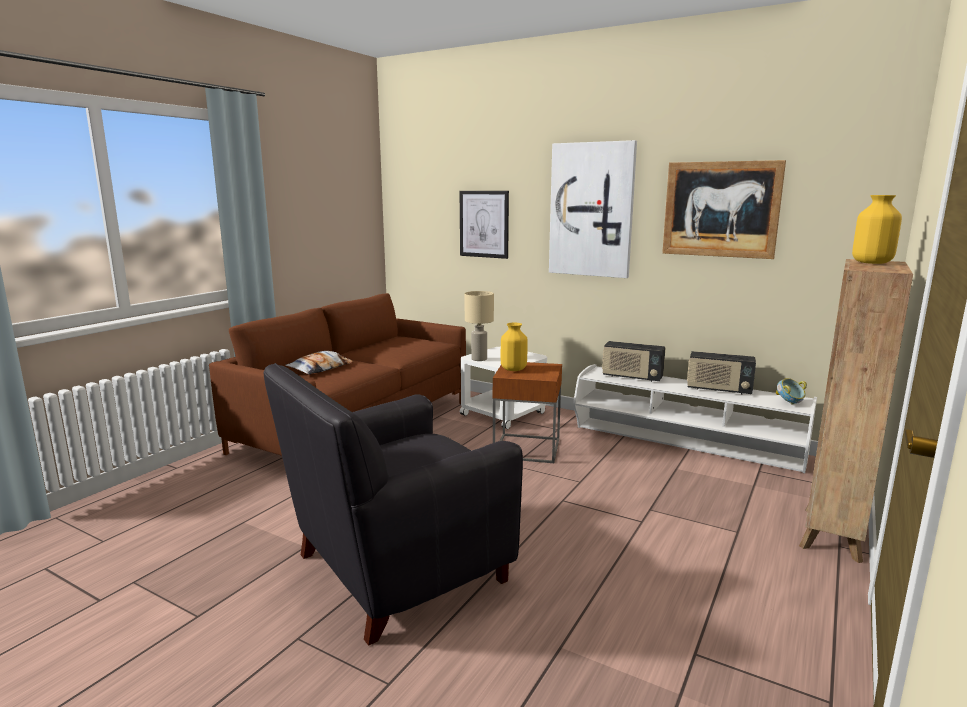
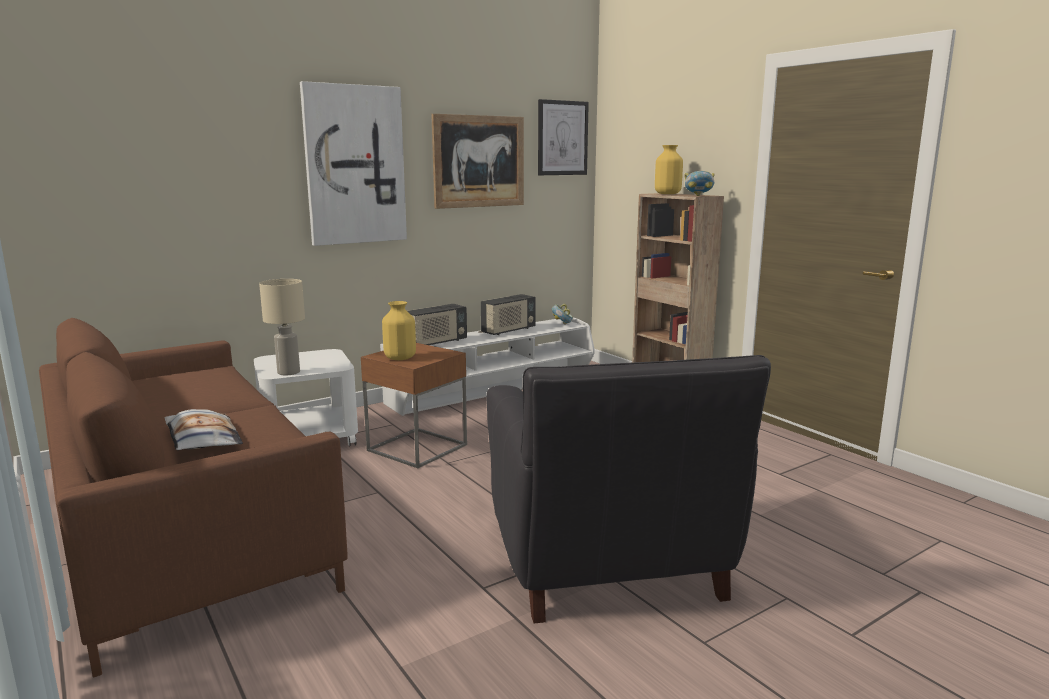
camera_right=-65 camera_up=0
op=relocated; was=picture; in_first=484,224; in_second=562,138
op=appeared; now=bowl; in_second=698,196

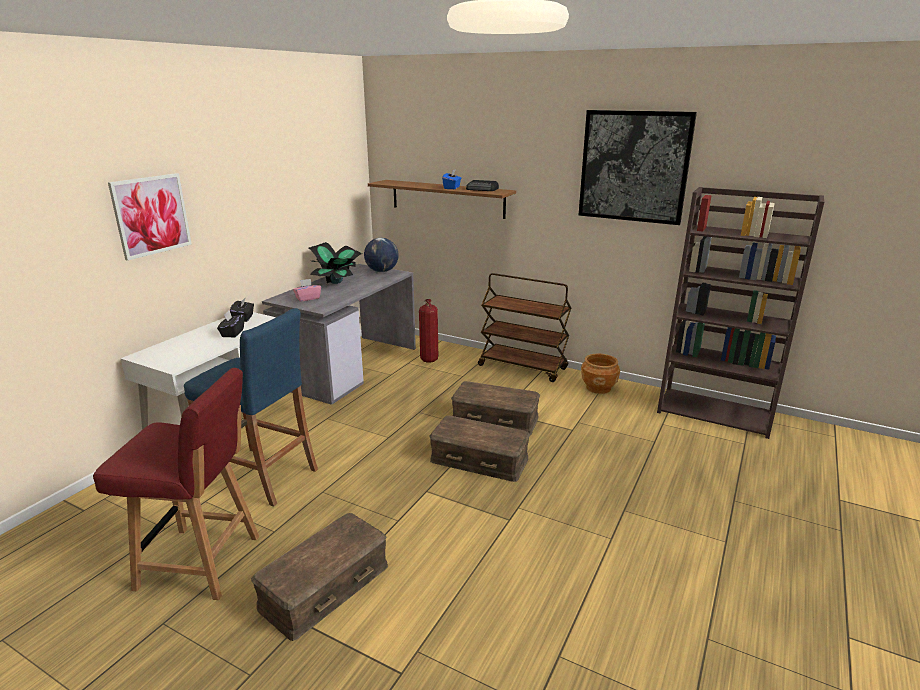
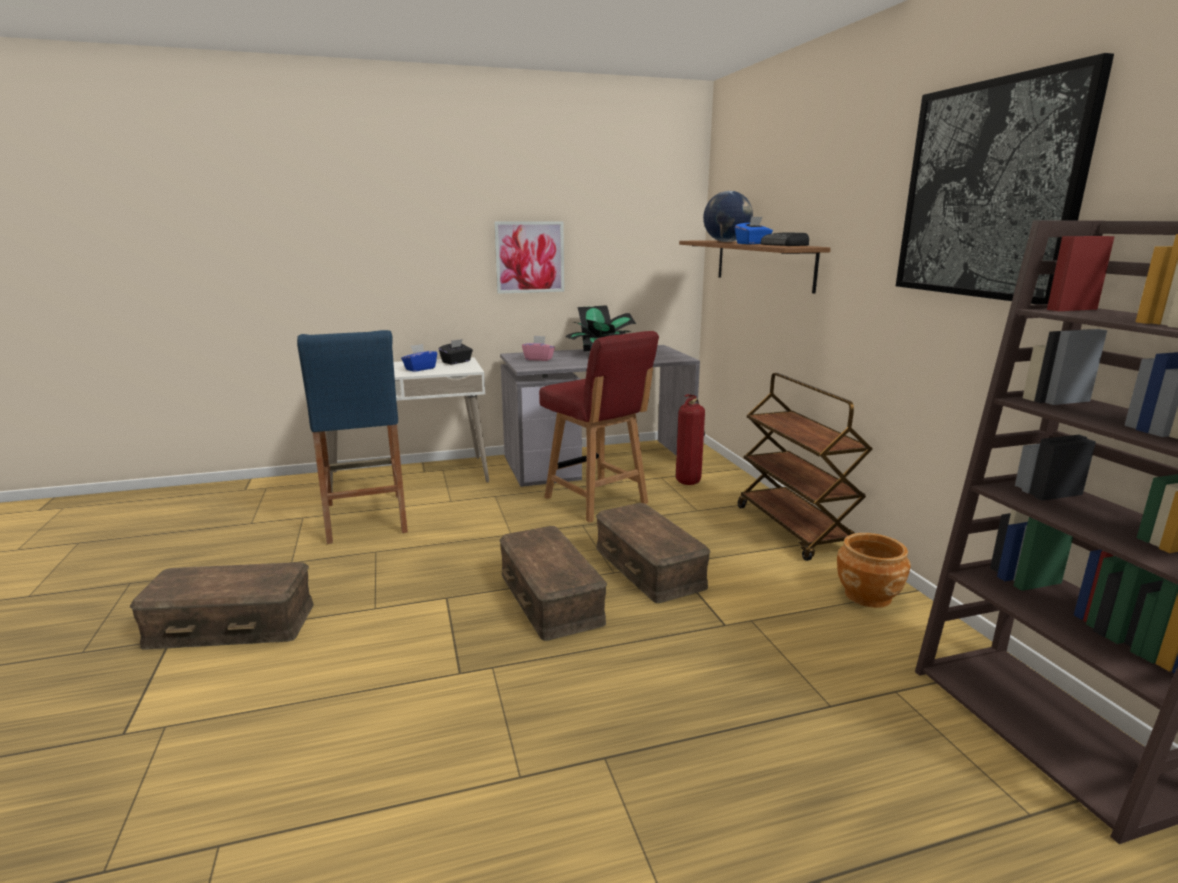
camera_right=45 camera_up=-5
op=relocated; was=red_chair; in_first=202,563; in_second=597,501
op=relocated; was=picture; in_first=151,215; in_second=529,257
op=colour; was=black_tissue_box; now=blue_tissue_box; in_first=232,333; in_second=420,369
op=relocated; was=globe; in_first=382,271; in_second=726,242

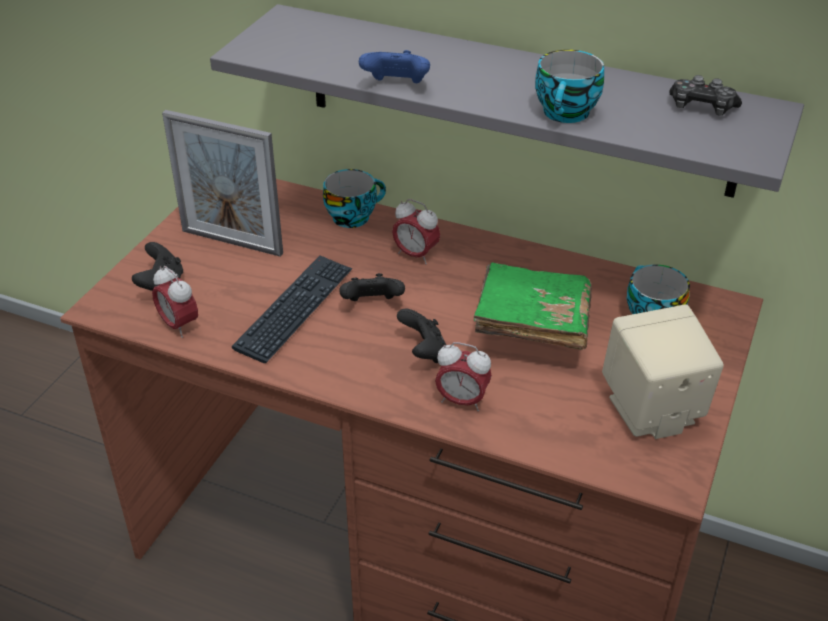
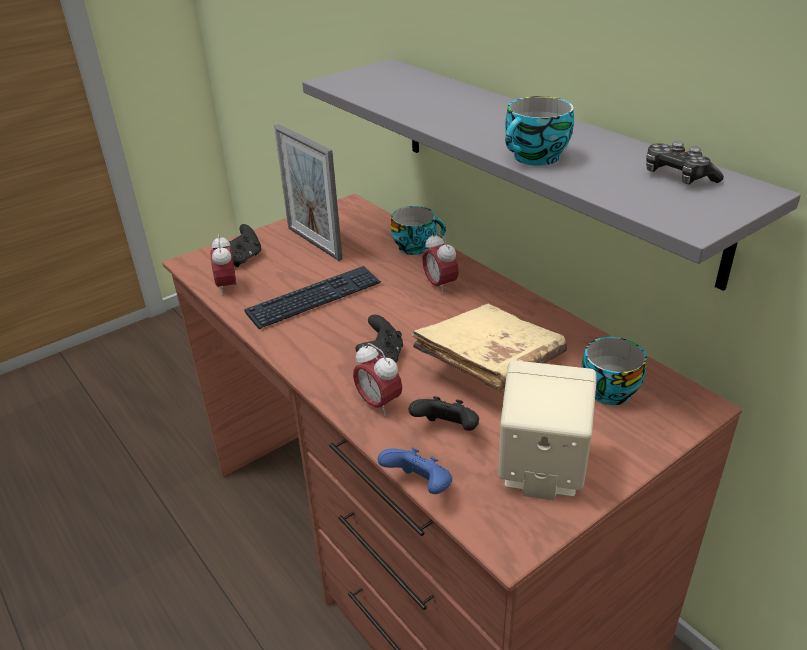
camera_right=30 camera_up=-5
op=relocated; was=black_game_controller; in_first=372,304; in_second=447,430
op=relocated; was=blue_game_controller; in_first=396,86; in_second=419,486
op=colour; was=green_book; now=beige_book; in_first=531,325; in_second=490,363

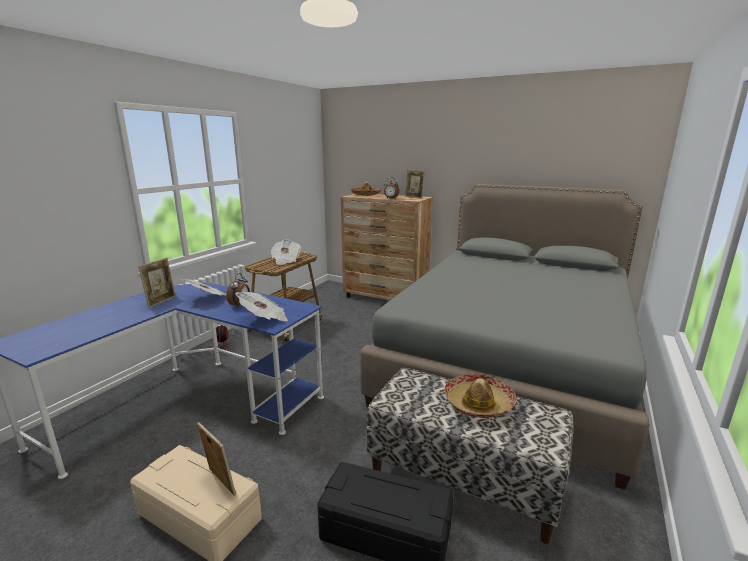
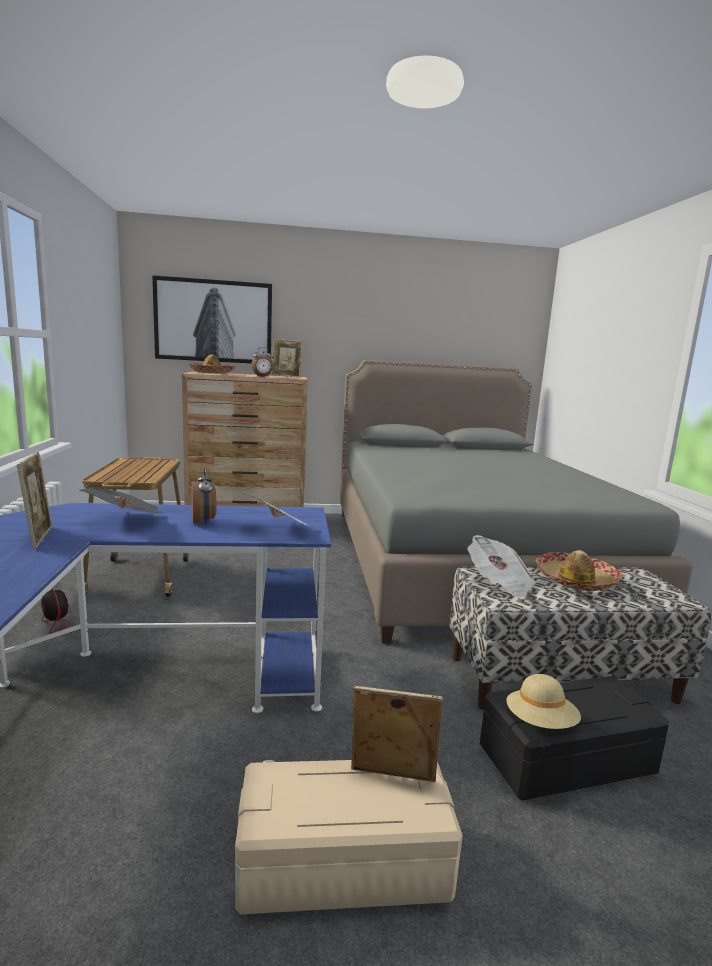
camera_right=-35 camera_up=-5
op=relocated; was=newspaper; in_first=285,260; in_second=499,584
op=appeared; now=picture; in_second=213,321
op=appeared; now=beige_hat; in_second=540,723

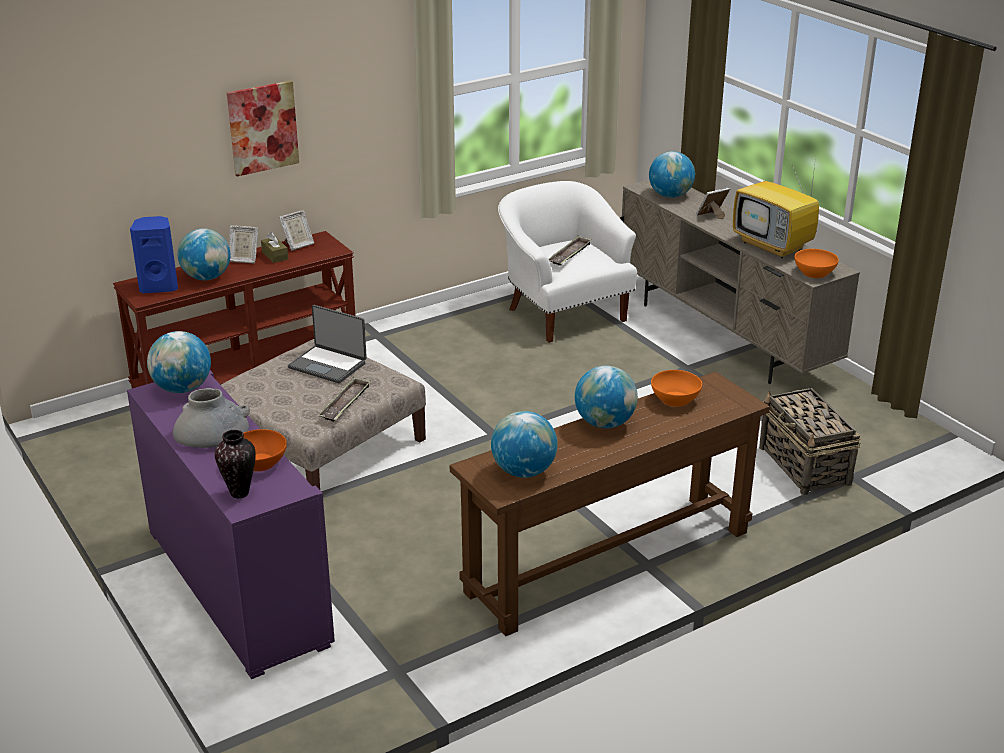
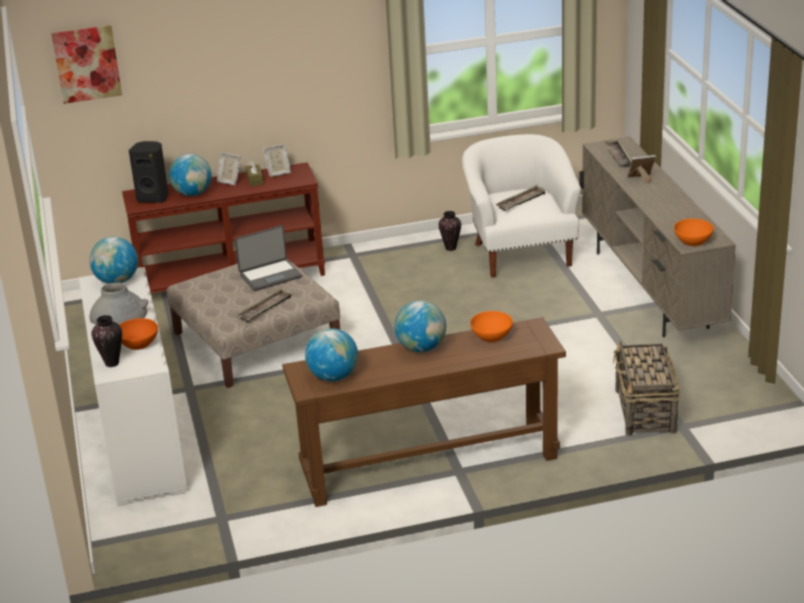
camera_right=20 camera_up=0
op=colour; was=purple_cabinet; now=white_cabinet; in_first=237,586; in_second=141,439
op=colour; was=blue_speaker; now=black_speaker; in_first=159,286; in_second=154,198
op=relocated; was=picture; in_first=262,127; in_second=87,63
op=spun; was=laptop; in_first=328,365; in_second=270,275; clockwise=-75
op=exchanged; was=globe; now=tray; in_first=670,195; in_second=618,156
op=missing; was=television; in_first=774,246
op=appeared; now=vase; in_second=451,248

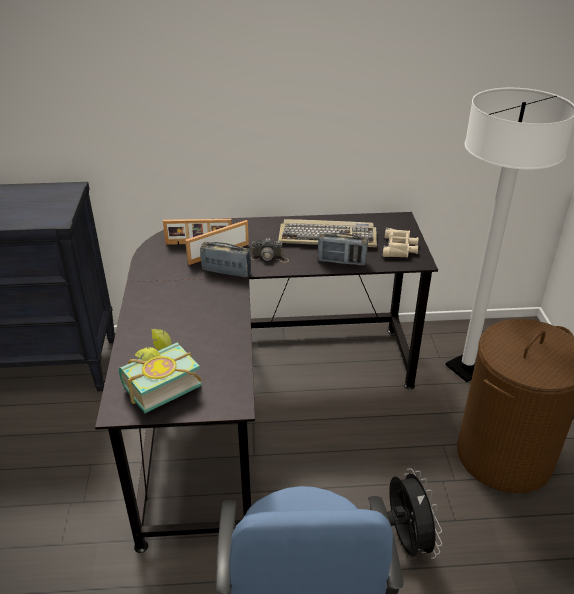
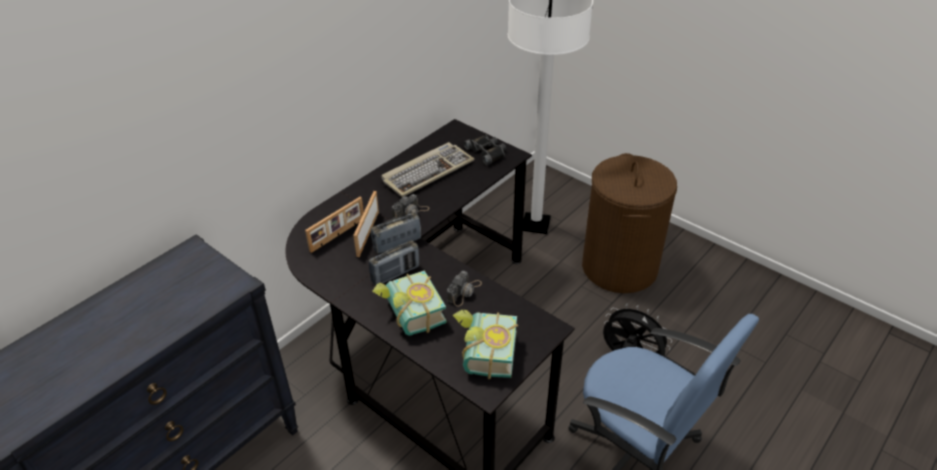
camera_right=-45 camera_up=5
op=relocated; was=radio; in_first=341,261; in_second=395,274
op=colour; was=beige_binoculars; now=black_binoculars; in_first=399,248; in_second=487,152
op=appeared; now=book; in_second=409,316
op=appeared; now=photo_camera; in_second=464,291

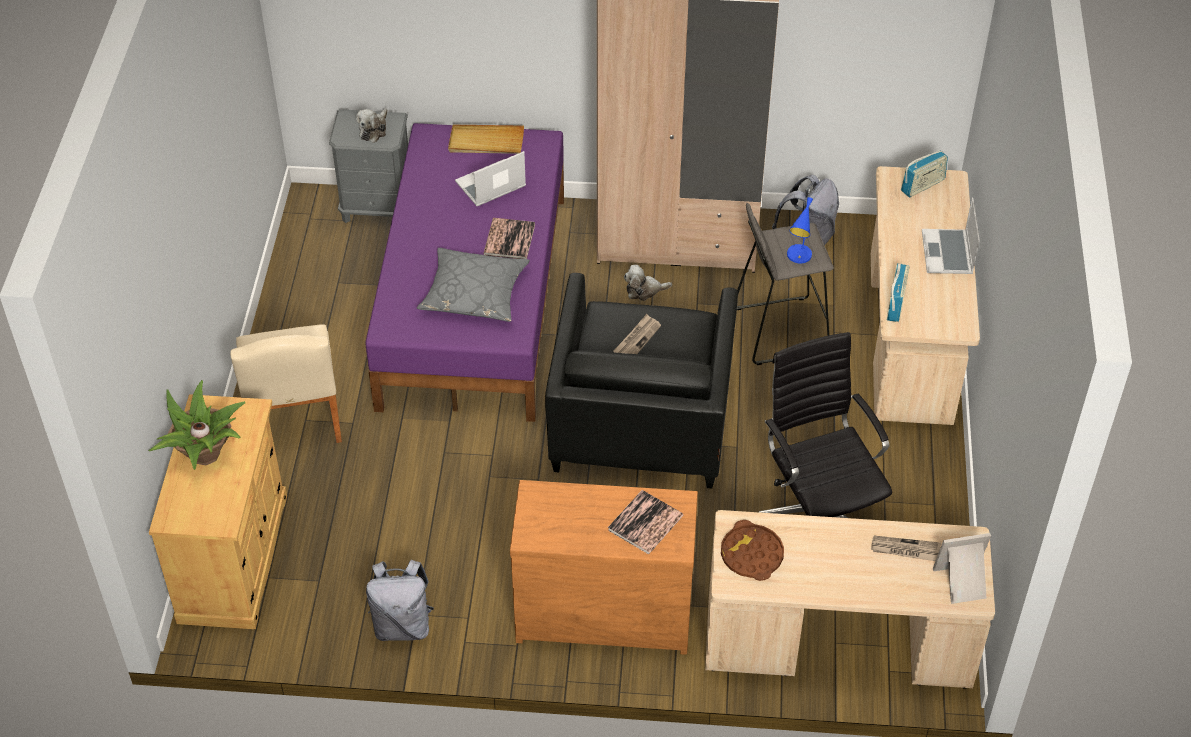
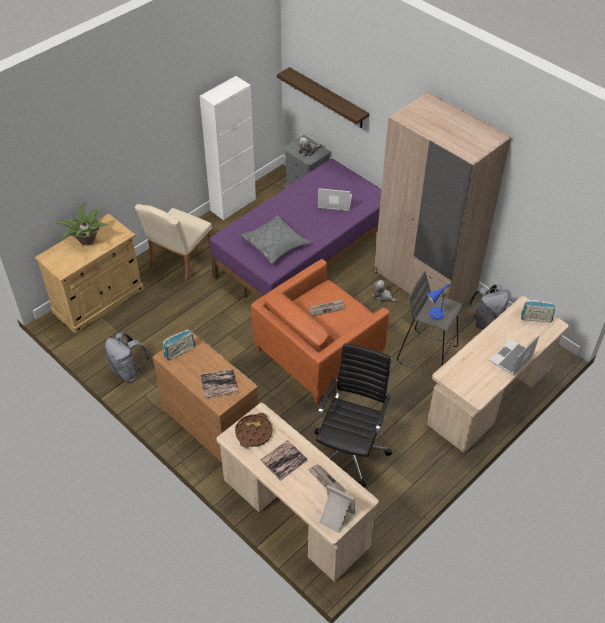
camera_right=40 camera_up=0
op=missing; was=beige_tray; in_first=486,142
op=relocated; was=book; in_first=509,239; in_second=284,460
op=colour; was=black_armchair; now=orange_armchair; in_first=641,419; in_second=319,352
op=relocated; was=radio; in_first=895,304; in_second=179,351
op=appeared; now=white_cabinet; in_second=233,205
op=appeared; now=shelf; in_second=328,98

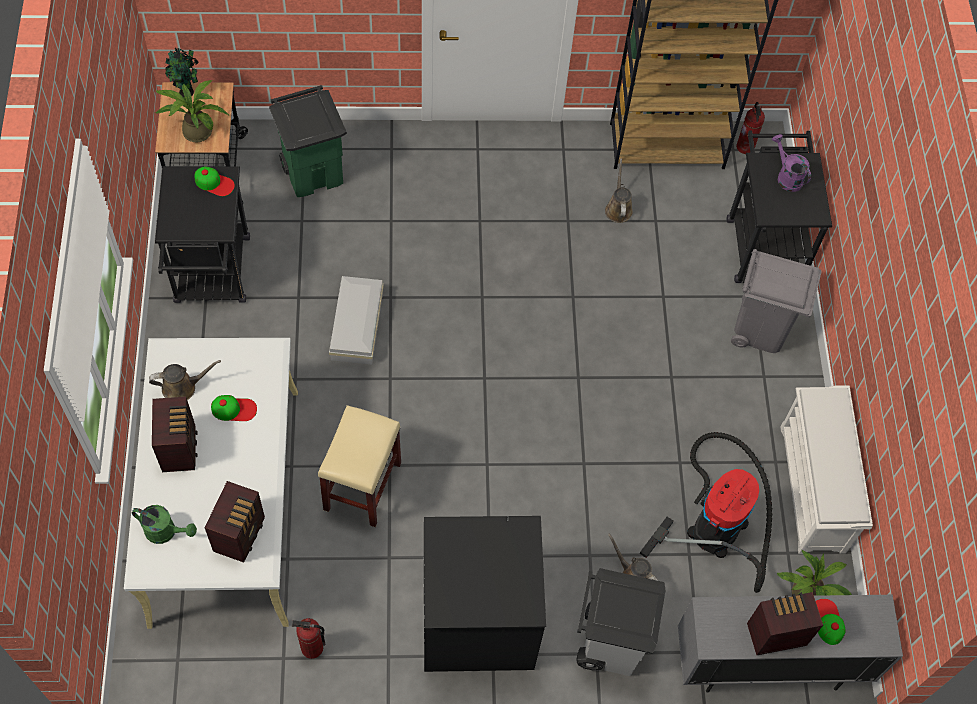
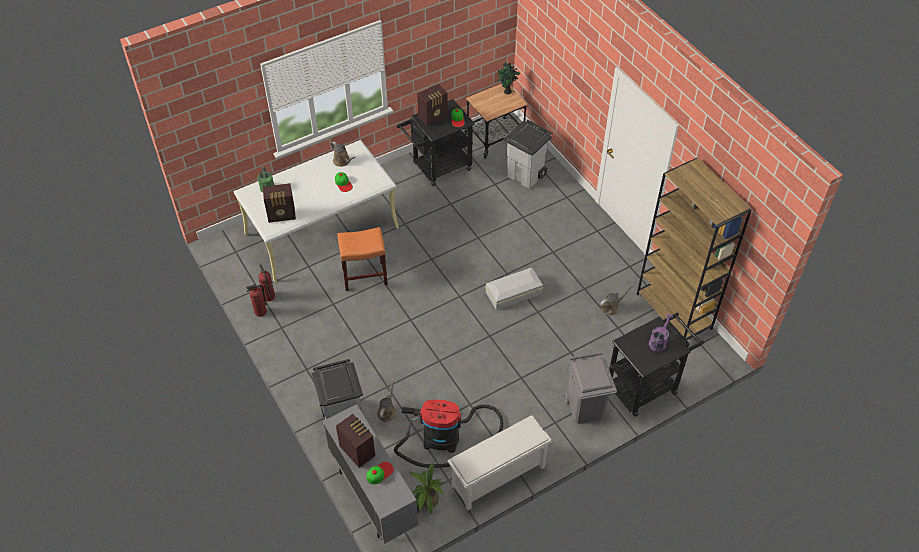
camera_right=65 camera_up=-10
op=relocated; was=radio; in_first=180,447; in_second=433,117
op=missing; was=potted_plant; in_first=194,130
op=colour; was=green_trash_can; now=grey_trash_can; in_first=314,173; in_second=526,175
op=colour; was=beige_stool; now=orange_stool; in_first=362,487; in_second=364,276
op=relocated; was=white_storage_box; in_first=356,327; in_second=512,292
op=missing; was=black_washing_machine; in_first=477,620
op=relocated; was=fire_extinguisher; in_first=745,147; in_second=260,312

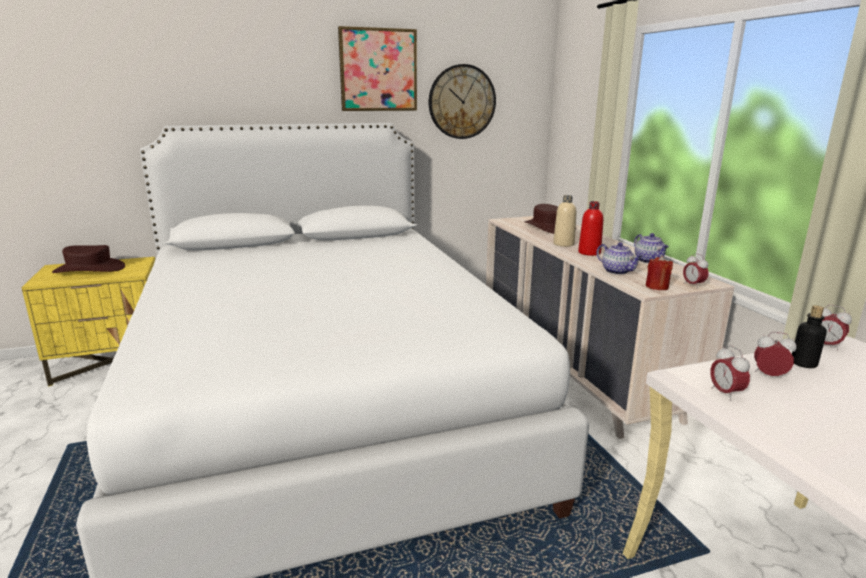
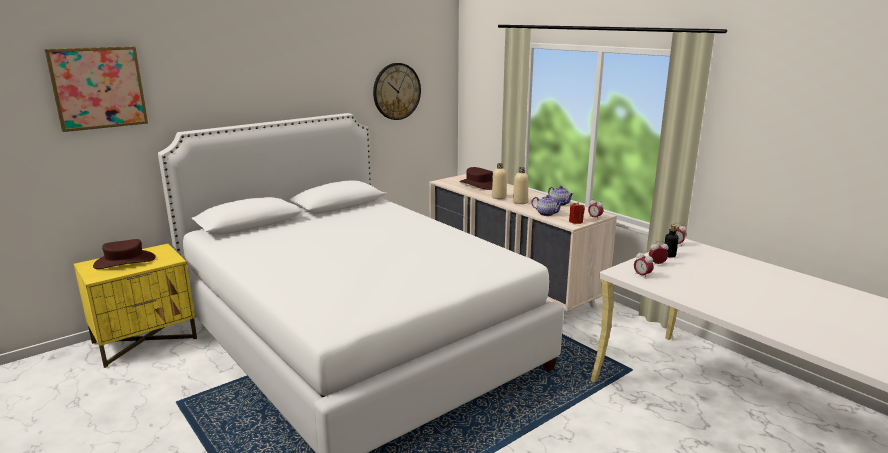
camera_right=-20 camera_up=0
op=relocated; was=picture; in_first=378,70; in_second=98,88
op=colour; was=red_bottle; now=beige_bottle; in_first=589,253; in_second=520,202

